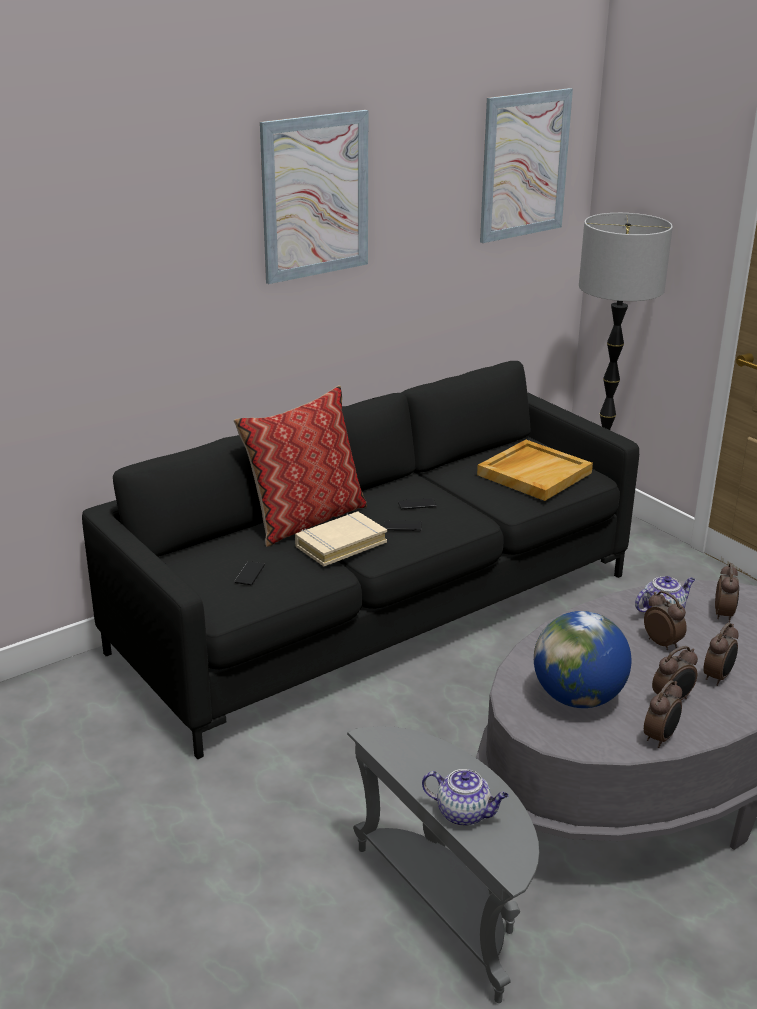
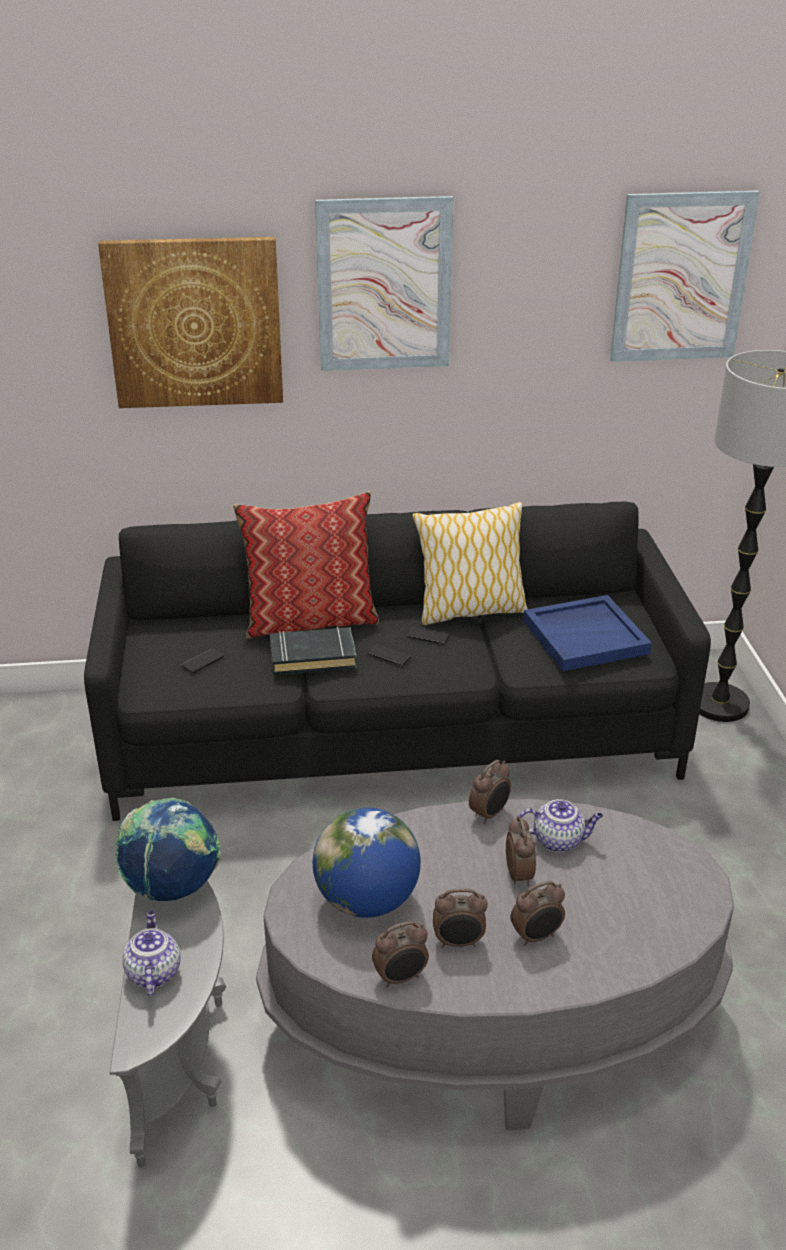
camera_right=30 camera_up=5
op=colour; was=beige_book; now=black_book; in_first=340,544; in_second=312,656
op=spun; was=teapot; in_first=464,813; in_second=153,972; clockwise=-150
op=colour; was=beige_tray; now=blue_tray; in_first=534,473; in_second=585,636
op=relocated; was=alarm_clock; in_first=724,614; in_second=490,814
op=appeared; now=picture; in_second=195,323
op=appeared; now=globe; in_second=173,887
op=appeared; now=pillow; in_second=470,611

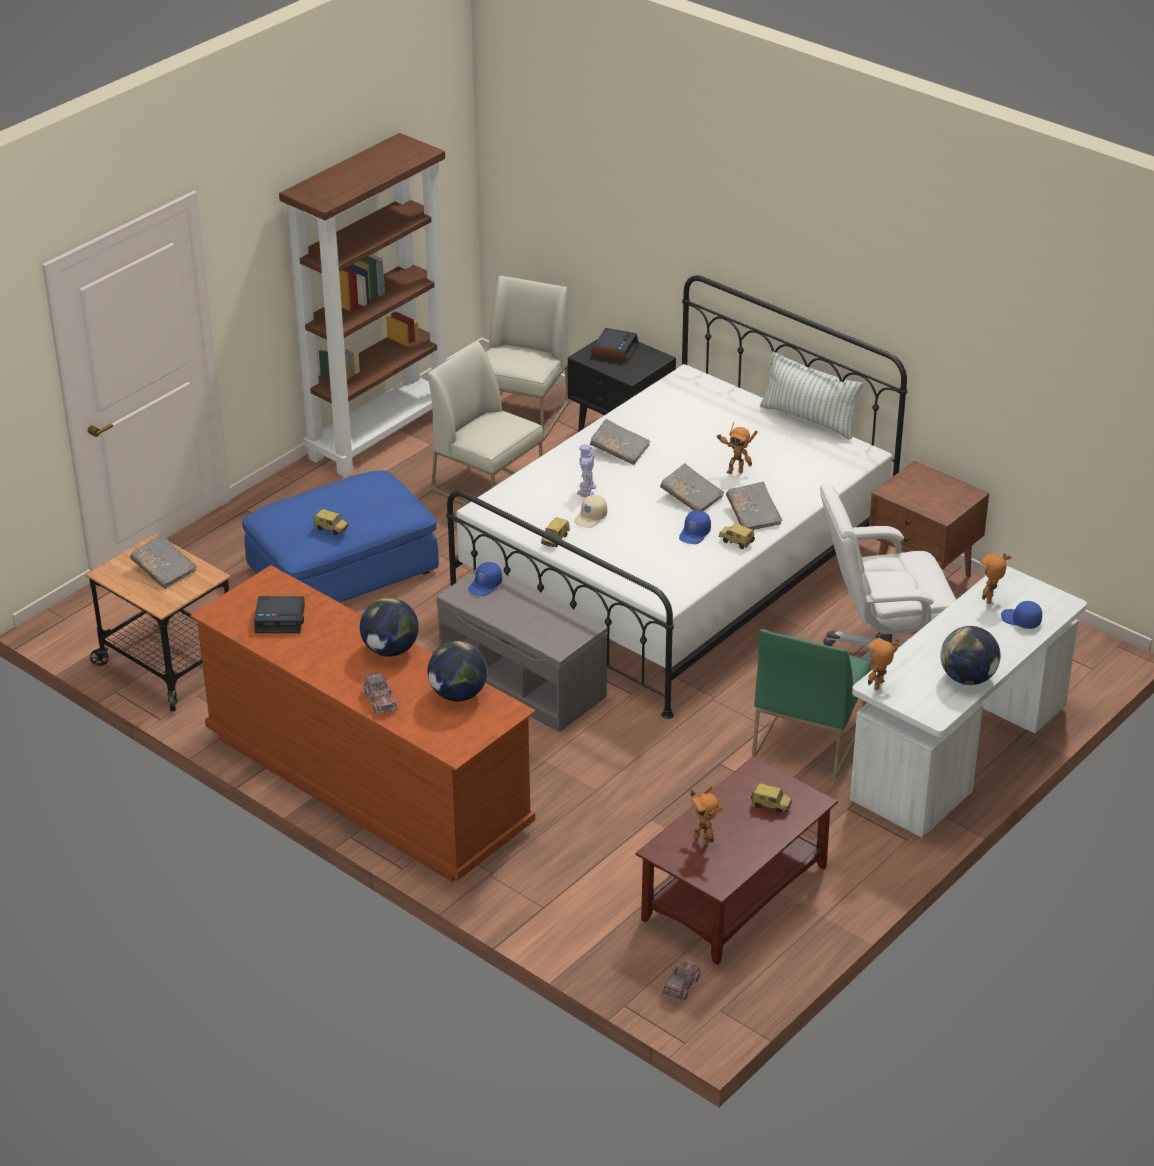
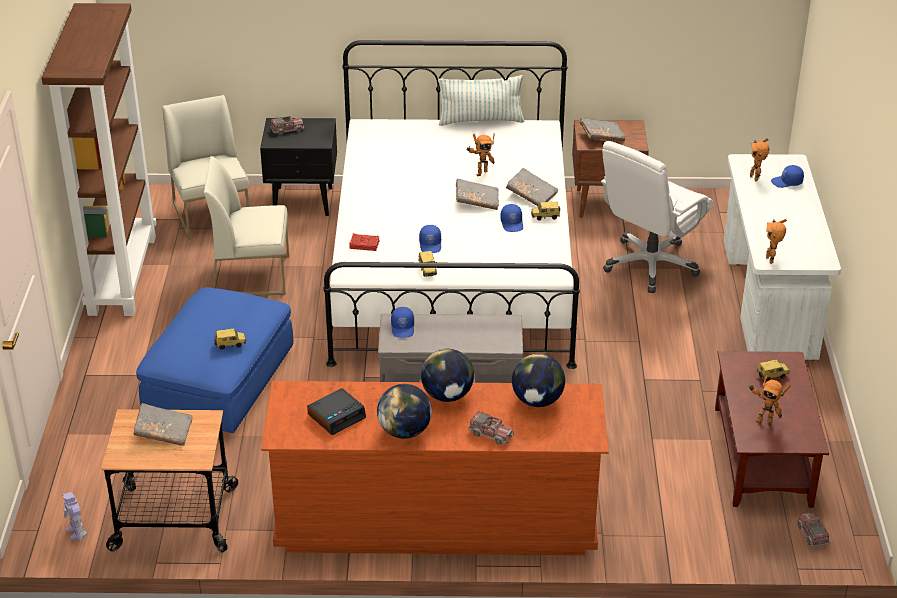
camera_right=-40 camera_up=0
op=colour; was=beige_cap; now=blue_cap; in_first=591,518; in_second=431,245
op=relocated; was=toy_robot; in_first=586,490; in_second=77,532
op=relocated; was=grey_book; in_first=619,450; in_second=602,136
op=exchanged; was=alarm_clock; now=toy_truck; in_first=615,350; in_second=287,130
op=missing; was=green_chair; in_first=807,739
op=relocated; was=globe; in_first=967,678; in_second=405,431
op=appeared; now=red_book; in_second=364,244

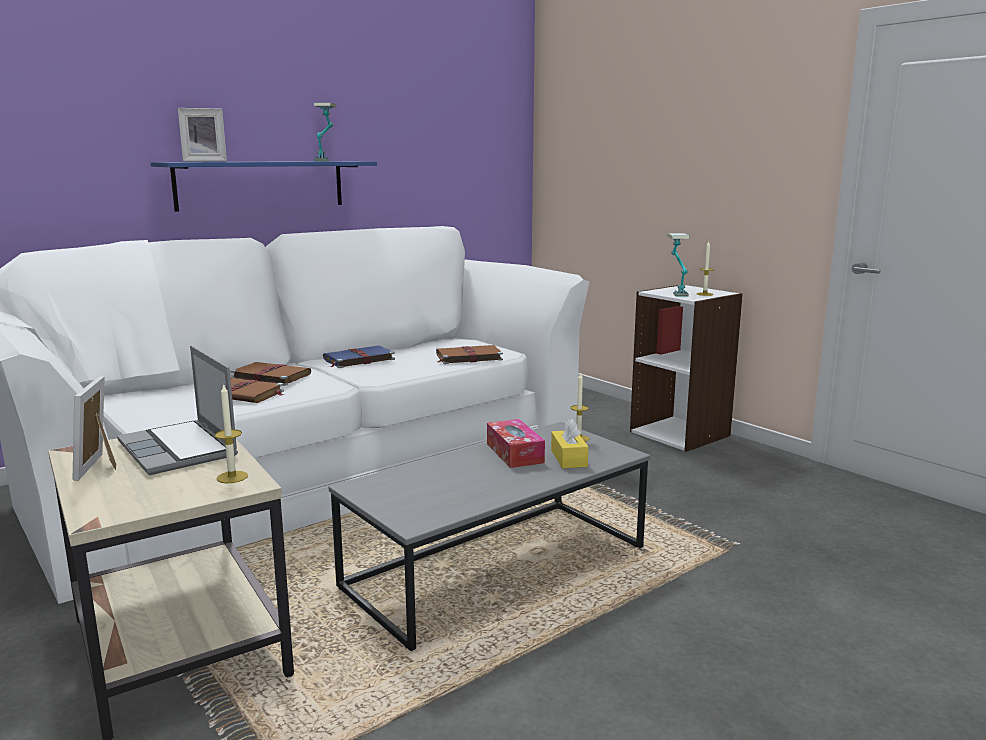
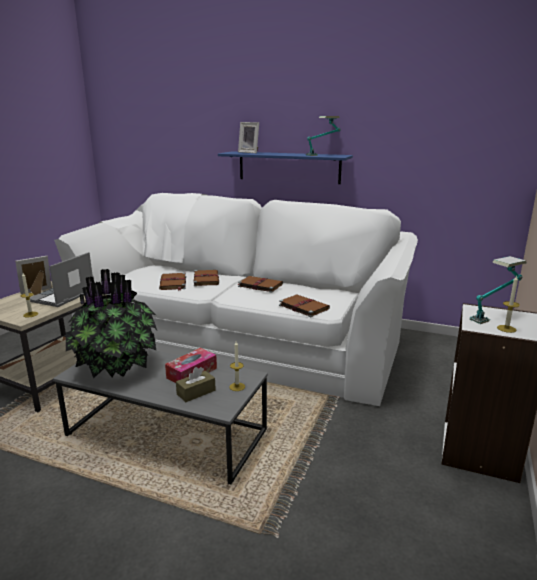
camera_right=60 camera_up=5
op=colour; was=blue_book; now=brown_book; in_first=357,359; in_second=259,285
op=colour; was=yellow_tissue_box; now=brown_tissue_box; in_first=569,458; in_second=196,392
op=appeared; now=potted_plant; in_second=117,368

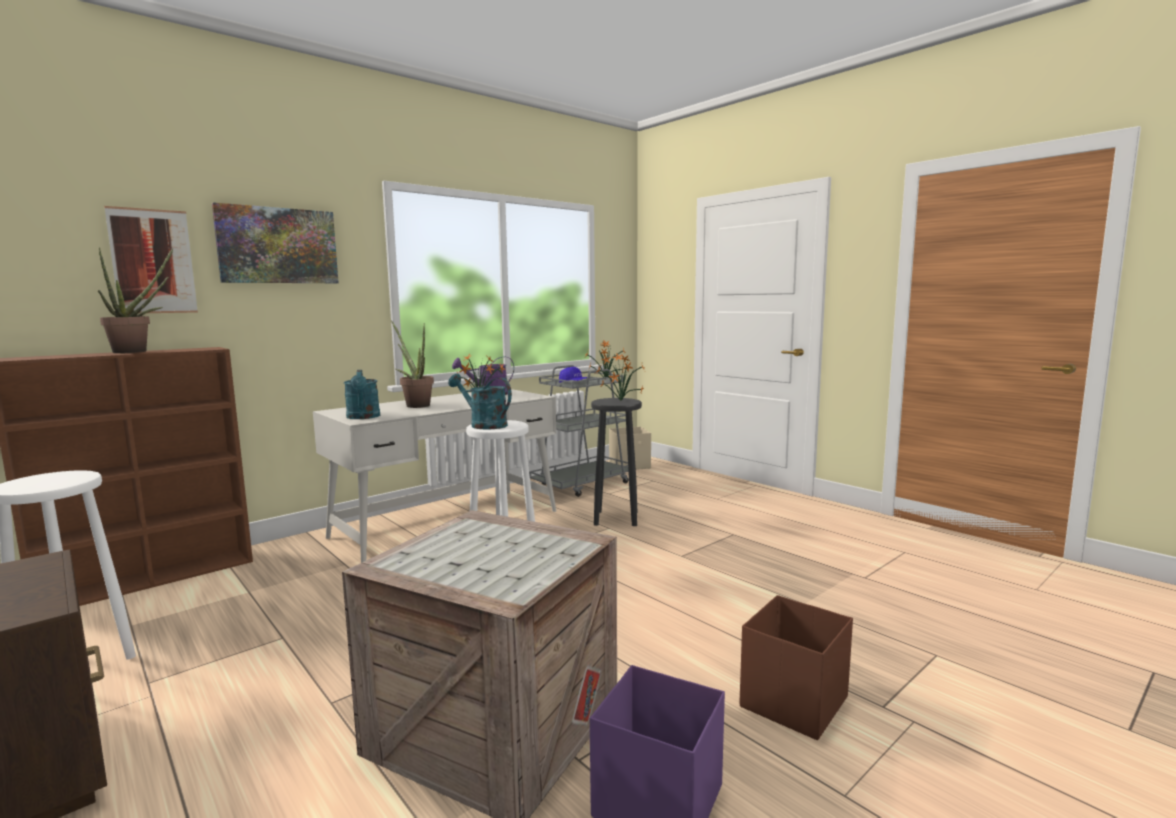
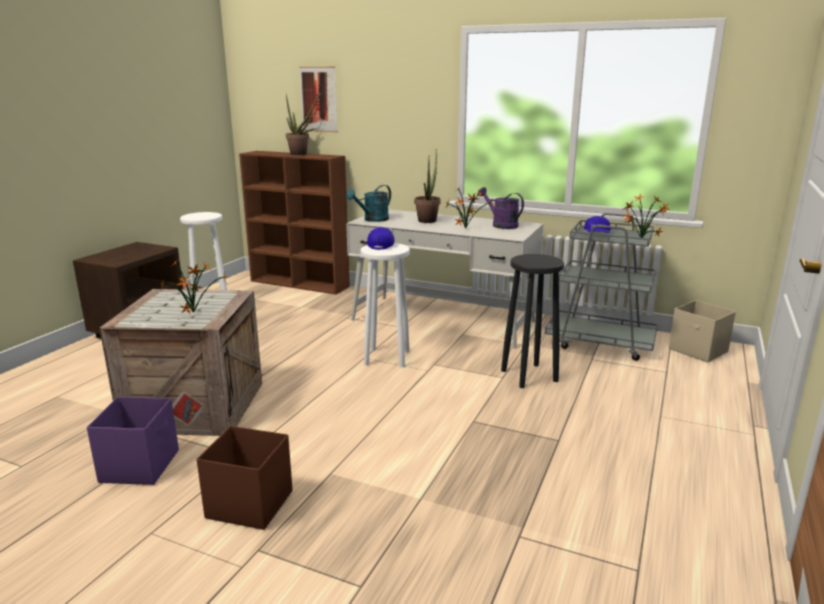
camera_right=65 camera_up=10
op=missing; was=picture; in_first=278,246
op=exchanged; was=turquoise_watering_can; now=blue_cap; in_first=483,425; in_second=381,245
op=relocated; was=potted_plant; in_first=619,401; in_second=194,312

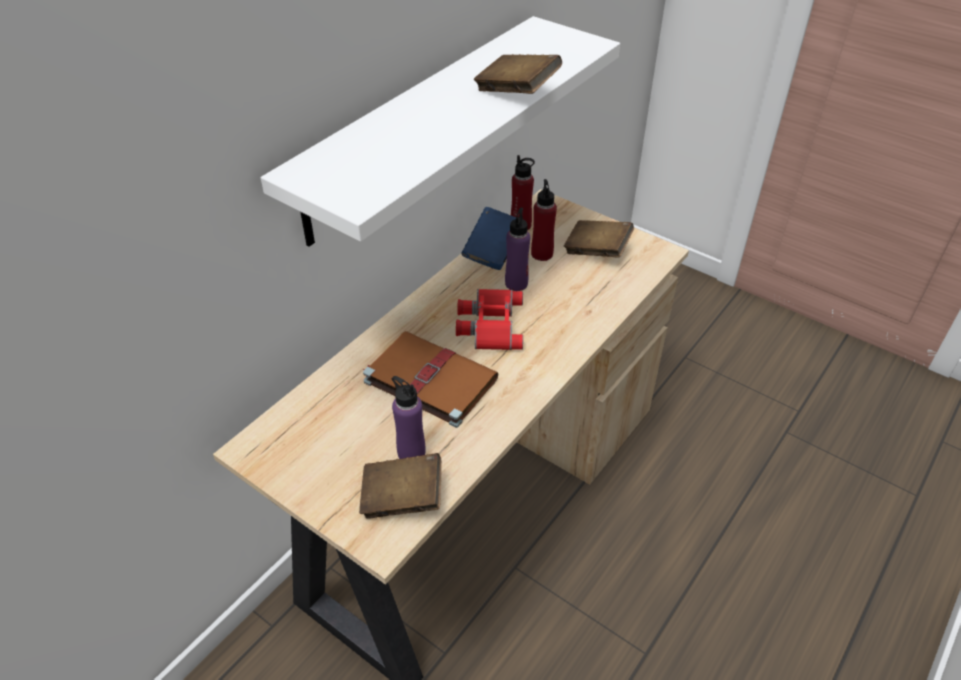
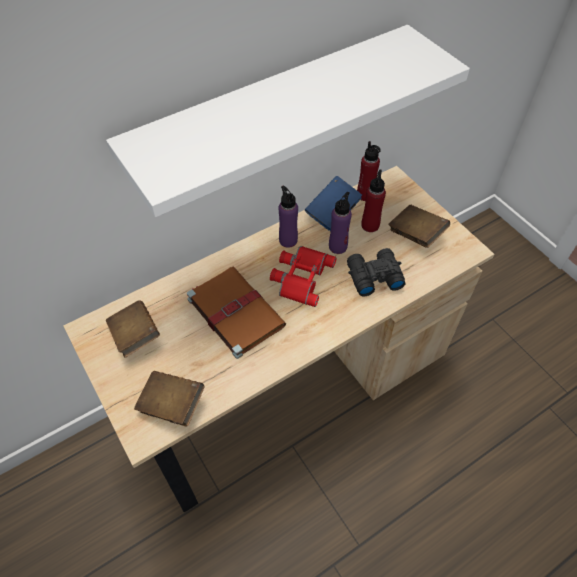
camera_right=20 camera_up=10
op=relocated; was=purple_bottle; in_first=411,452; in_second=288,240
op=relocated; was=brown_book; in_first=516,92; in_second=135,336
op=appeared; now=black_binoculars; in_second=373,276

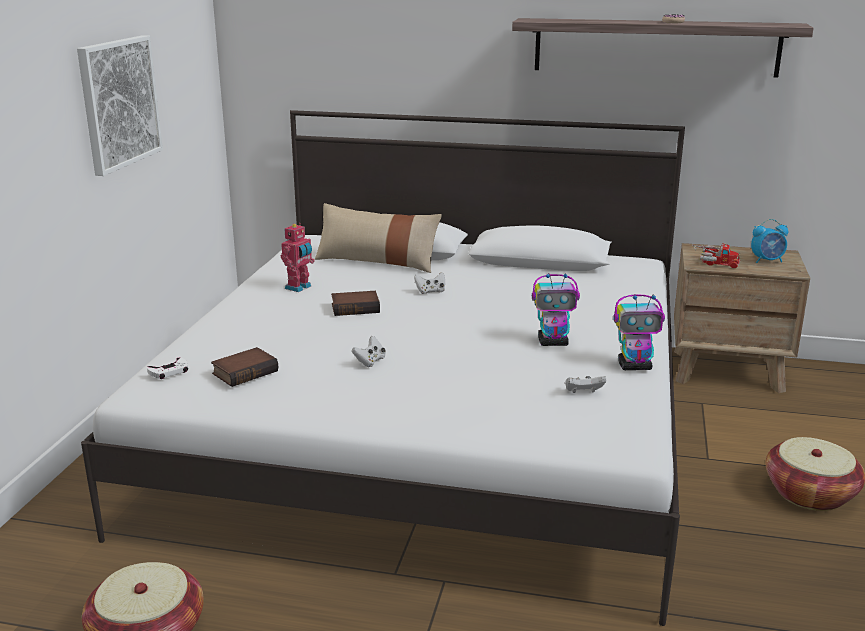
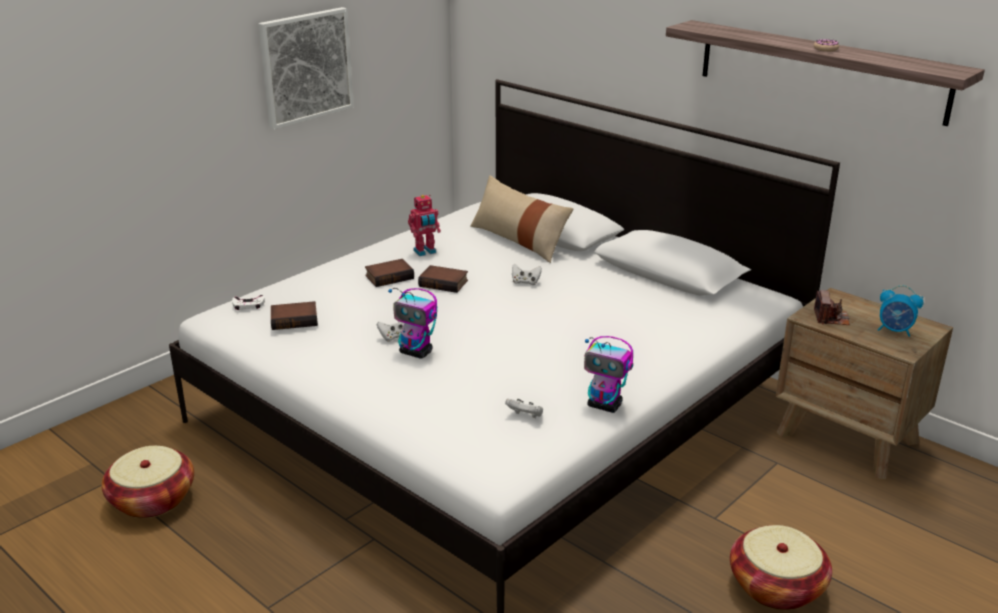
camera_right=30 camera_up=5
op=relocated; was=toy_robot; in_first=553,342; in_second=416,352
op=exchanged; was=toy_truck; now=photo_camera; in_first=714,262; in_second=831,318
op=appeared; now=book; in_second=389,276

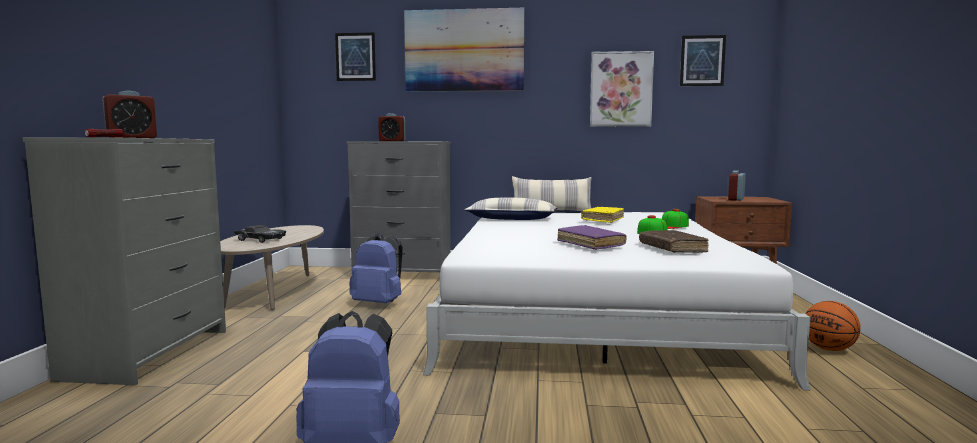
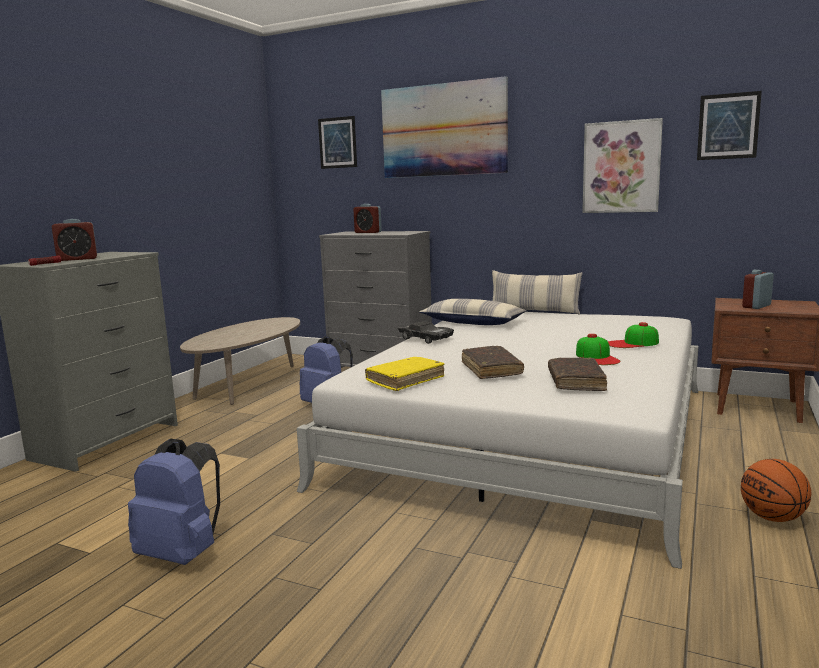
camera_right=20 camera_up=5
op=relocated; was=black_toy_car; in_first=260,239; in_second=426,338
op=colour; was=purple_book; now=brown_book; in_first=590,244; in_second=491,369
op=relocated; was=yellow_book; in_first=602,220; in_second=405,380

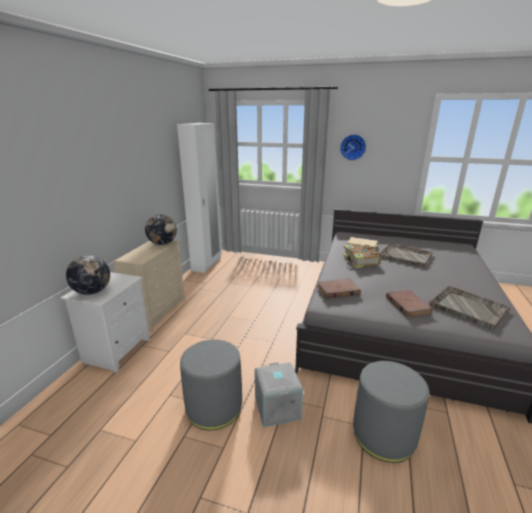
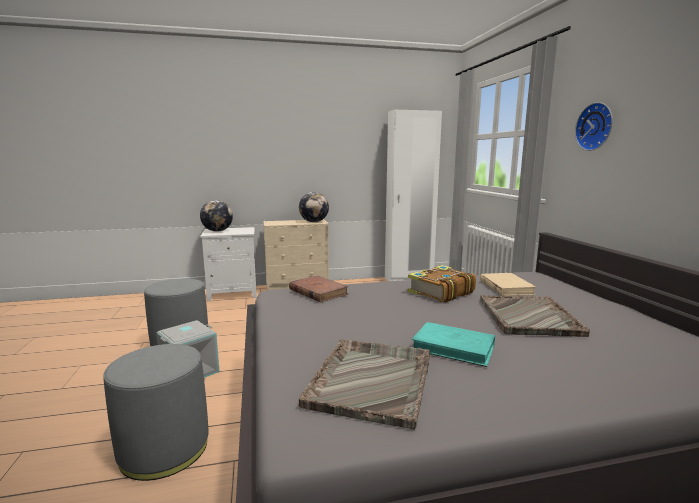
camera_right=60 camera_up=-10
op=missing; was=brown_book; in_first=407,305
op=appeared; now=turquoise_book; in_second=454,347

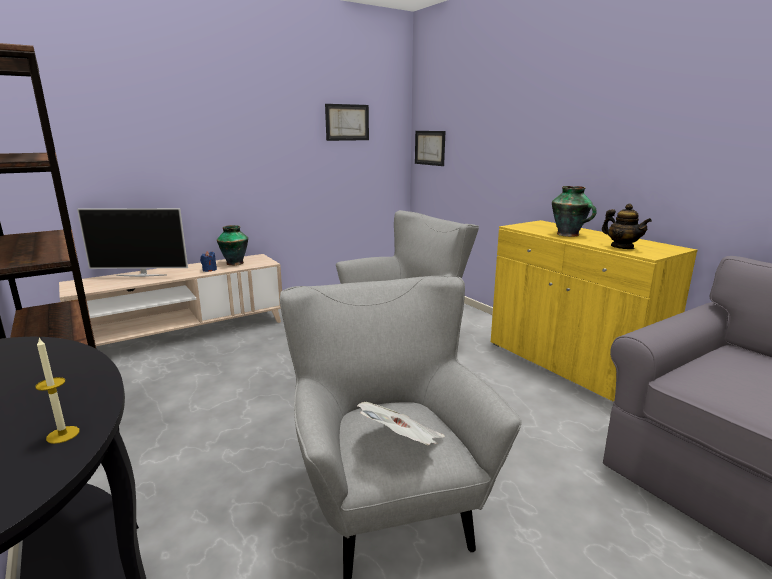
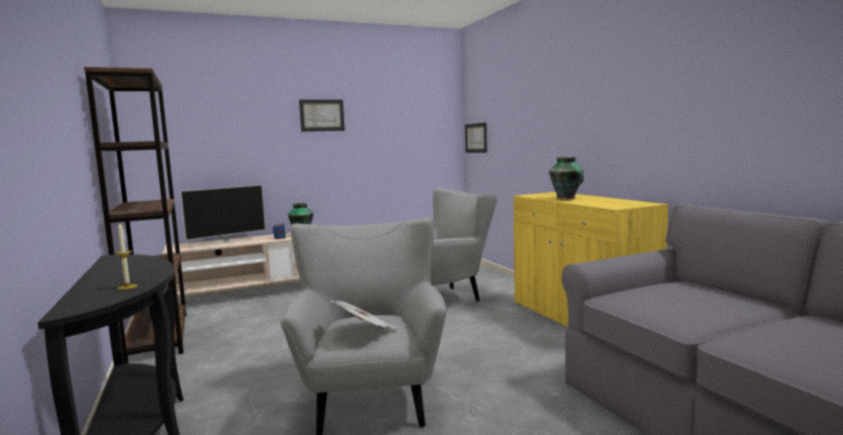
camera_right=10 camera_up=-10
op=spun; was=television; in_first=142,275; in_second=227,241; clockwise=-45
op=relocated; was=picture; in_first=347,122; in_second=322,115
op=missing; was=teapot; in_first=622,247

